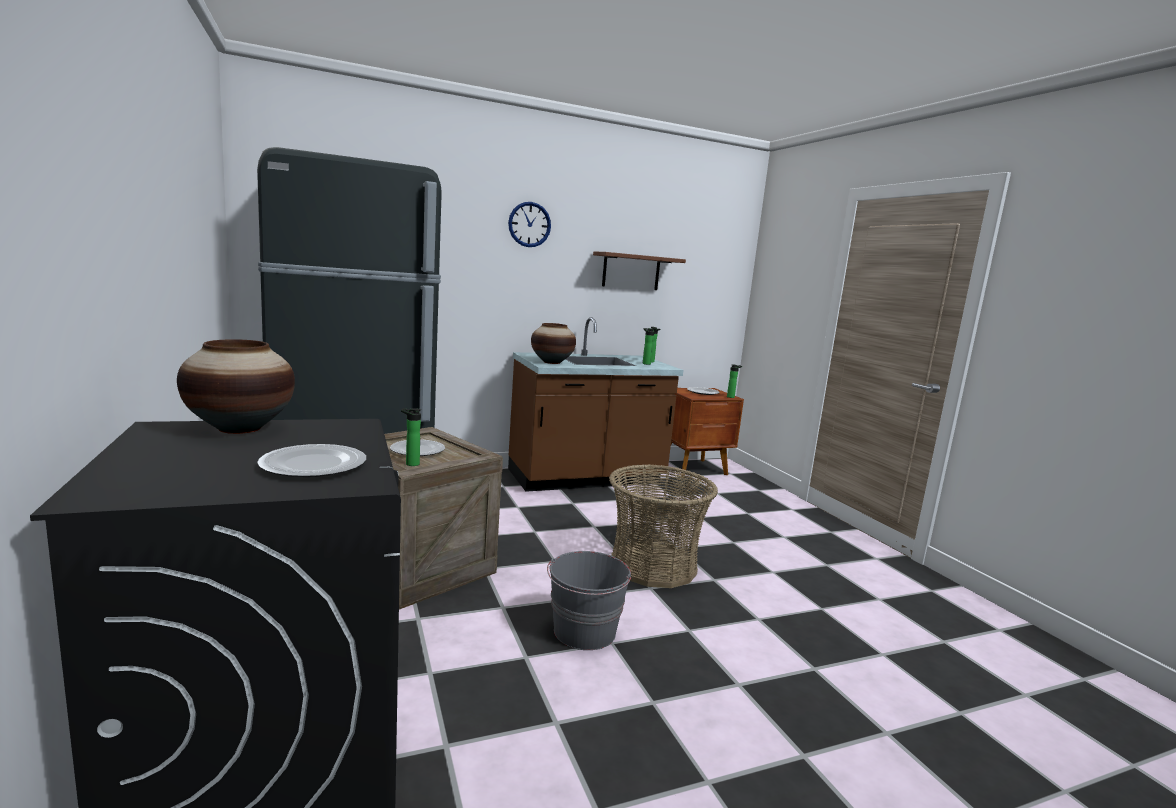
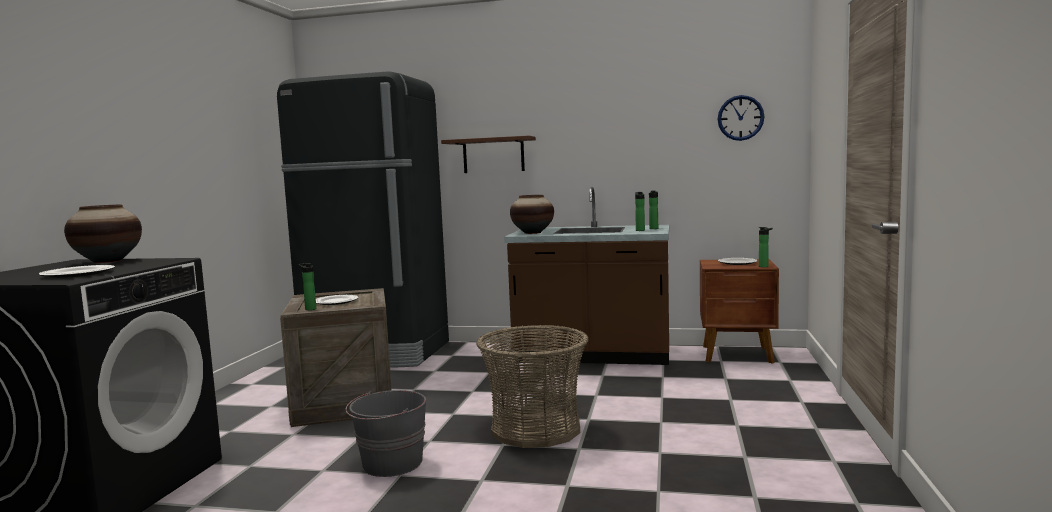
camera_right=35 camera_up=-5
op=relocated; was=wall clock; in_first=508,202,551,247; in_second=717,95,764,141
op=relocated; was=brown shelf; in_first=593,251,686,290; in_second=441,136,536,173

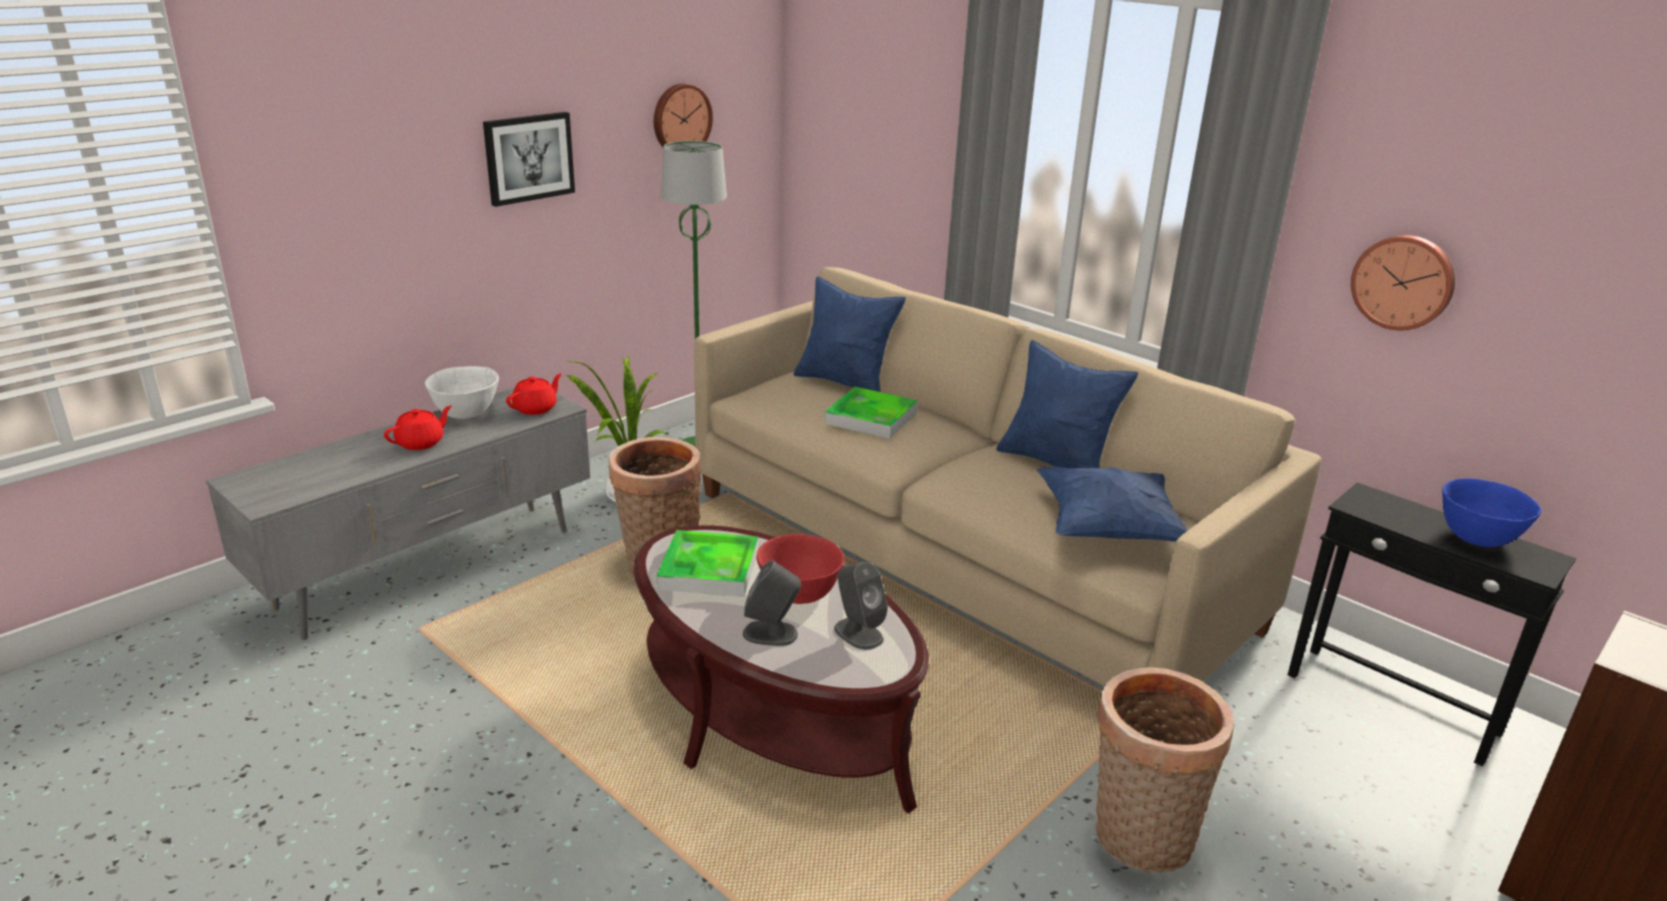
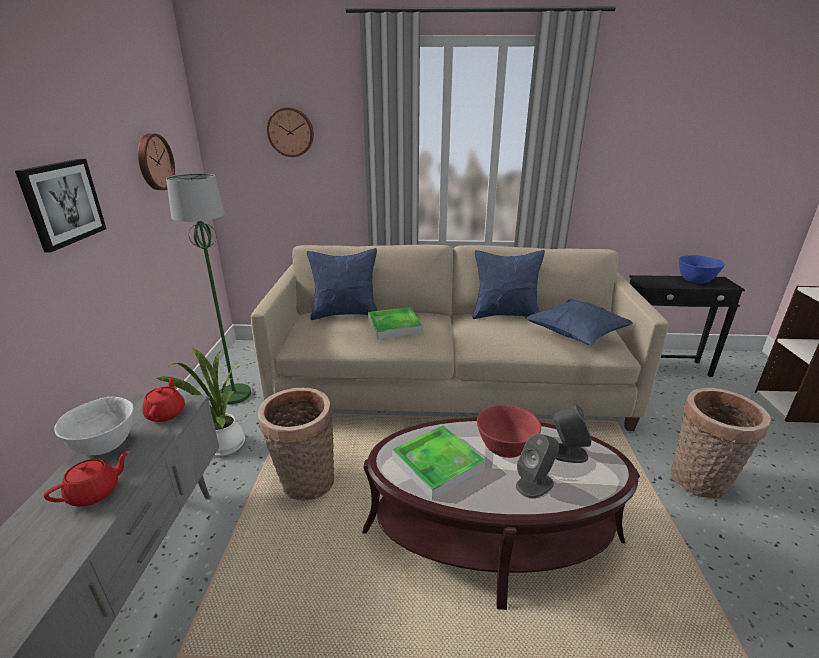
camera_right=-40 camera_up=0
op=relocated; was=wall clock; in_first=1351,235,1455,331; in_second=267,107,314,157
op=spun; was=red teapot; in_first=384,405,452,450; in_second=44,451,130,506; clockwise=45

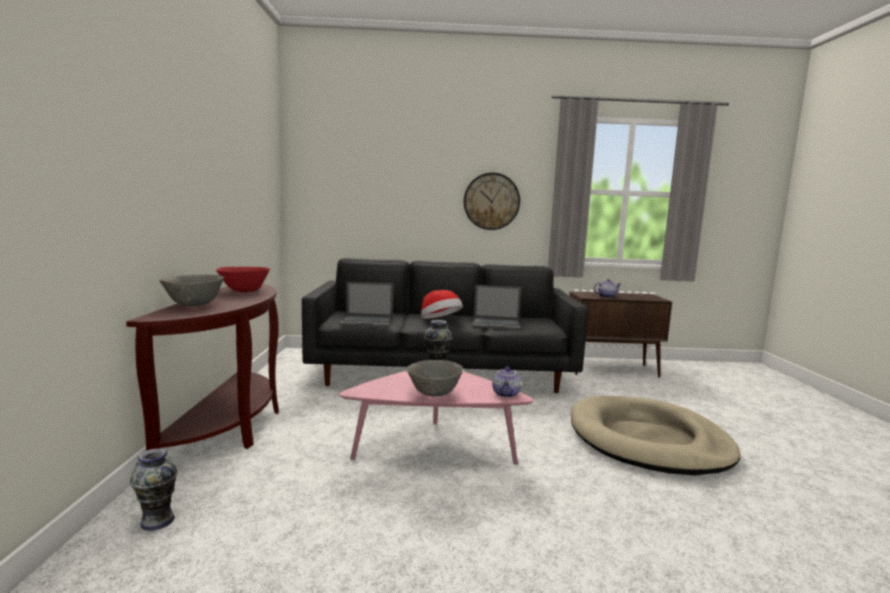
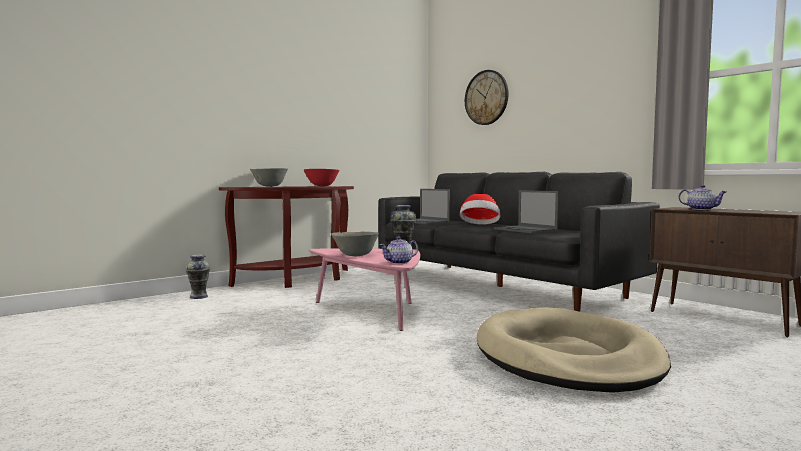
camera_right=50 camera_up=-5
op=relocated; was=wall clock; in_first=464,172,520,230; in_second=465,70,509,125

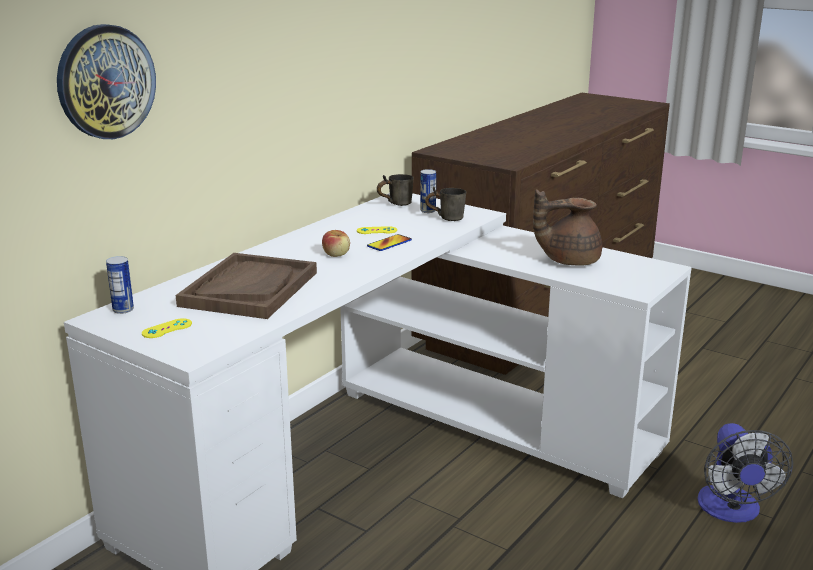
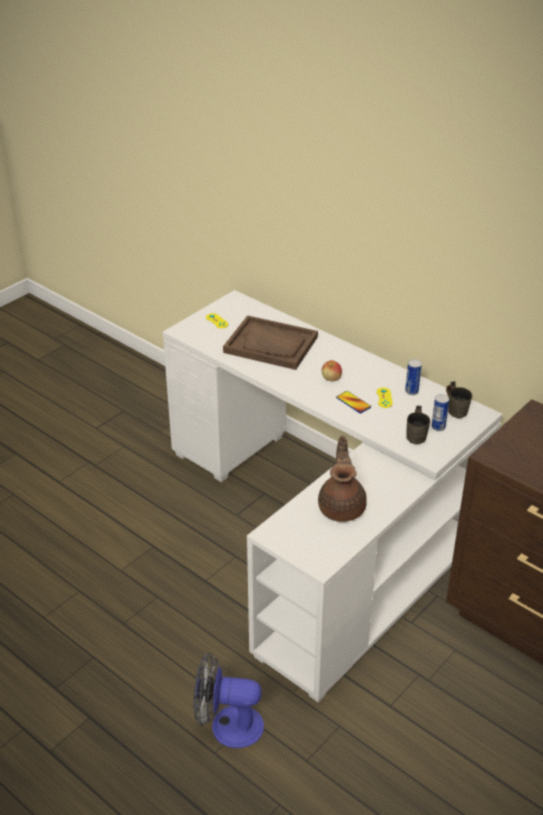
camera_right=95 camera_up=15
op=missing; was=wall clock; in_first=57,24,156,139
op=relocated; was=can; in_first=106,256,134,314; in_second=405,359,422,395

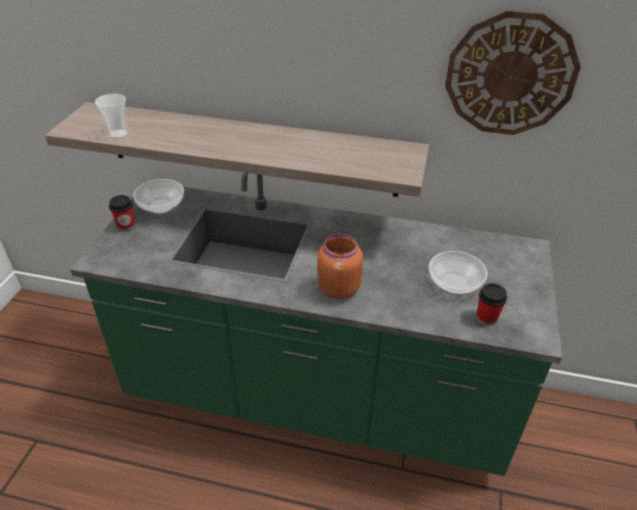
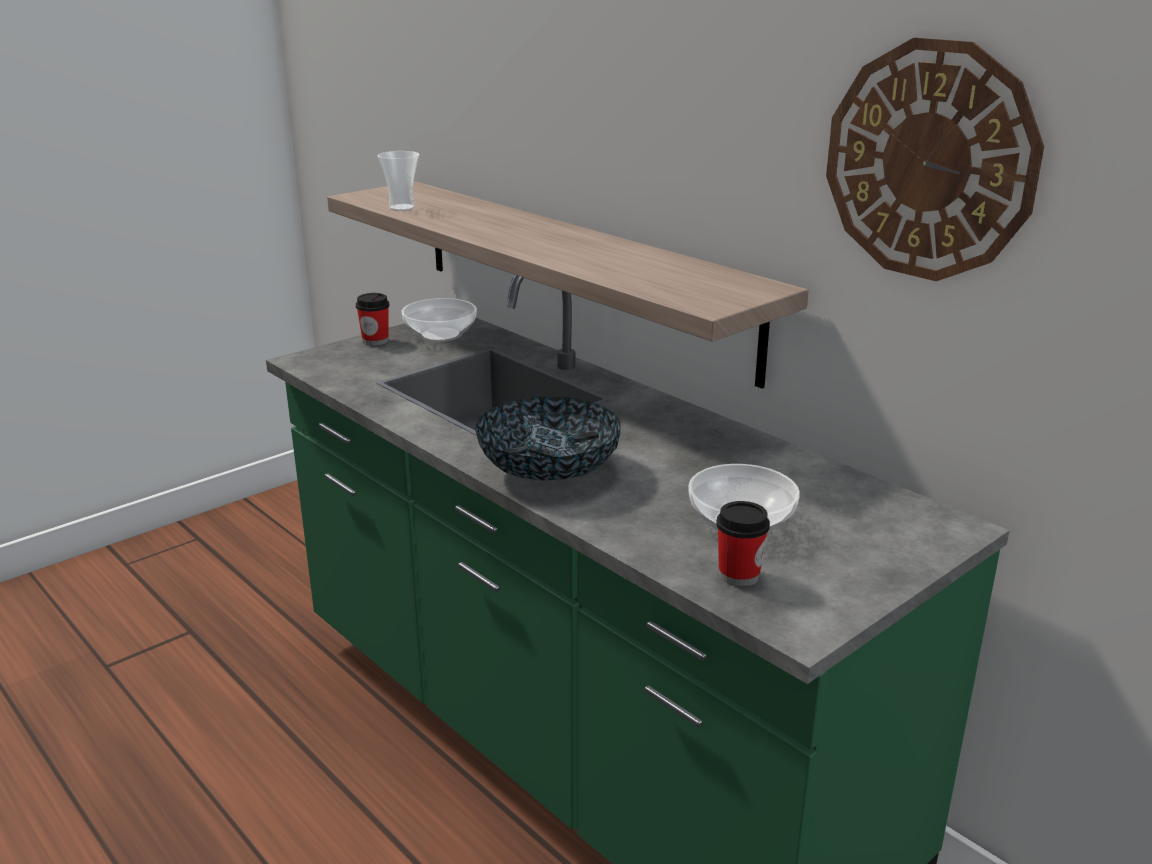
camera_right=35 camera_up=-15
op=exchanged; was=orange jar; now=bowl; in_first=317,234,363,299; in_second=475,397,621,481

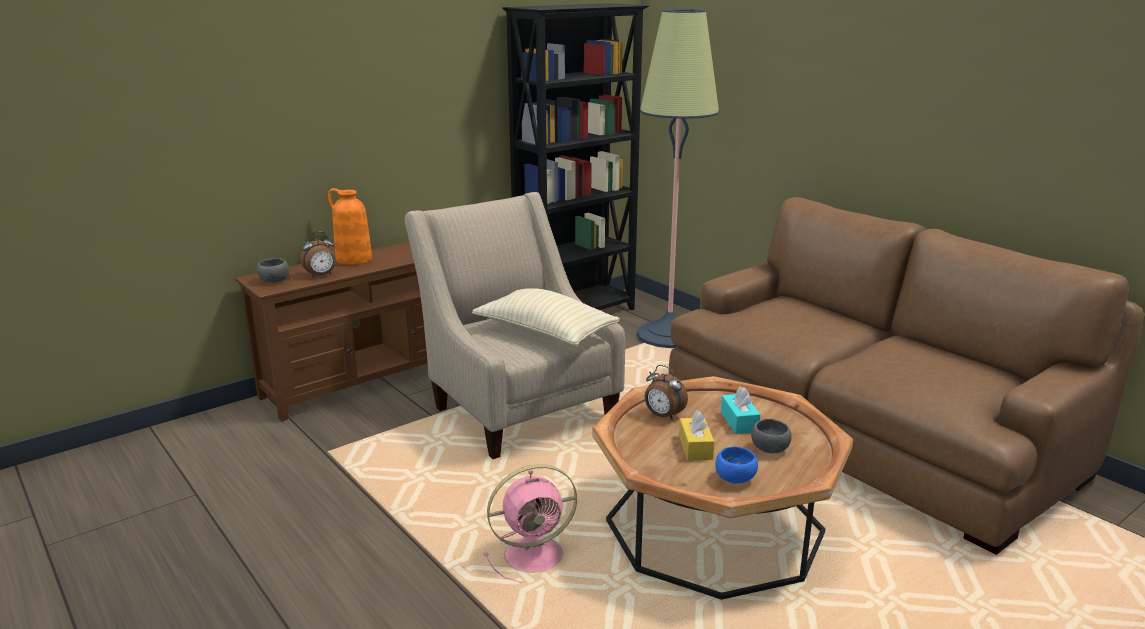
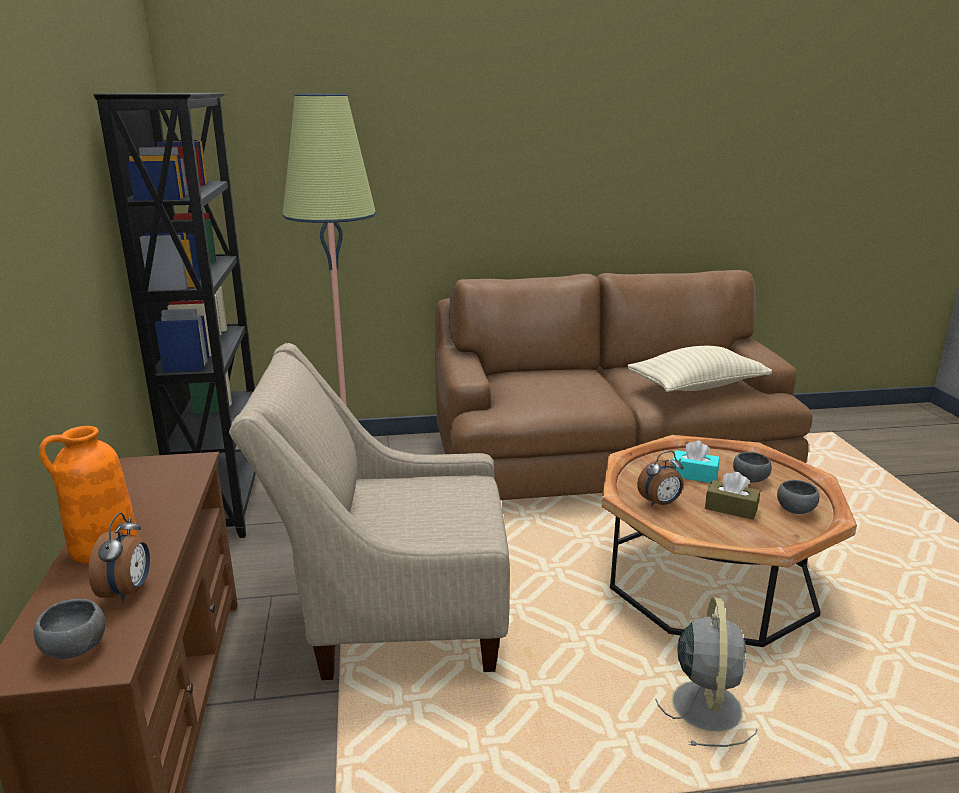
camera_right=-60 camera_up=0
op=relocated; was=beige pillow; in_first=472,288,620,346; in_second=627,346,772,392
op=colour; was=pink fan; now=grey fan; in_first=483,464,577,582; in_second=656,597,758,747
op=colour; was=yellow tissue box; now=brown tissue box; in_first=679,410,714,461; in_second=705,472,760,520
op=colour; was=blue bowl; now=grey bowl; in_first=715,446,758,484; in_second=777,480,819,514

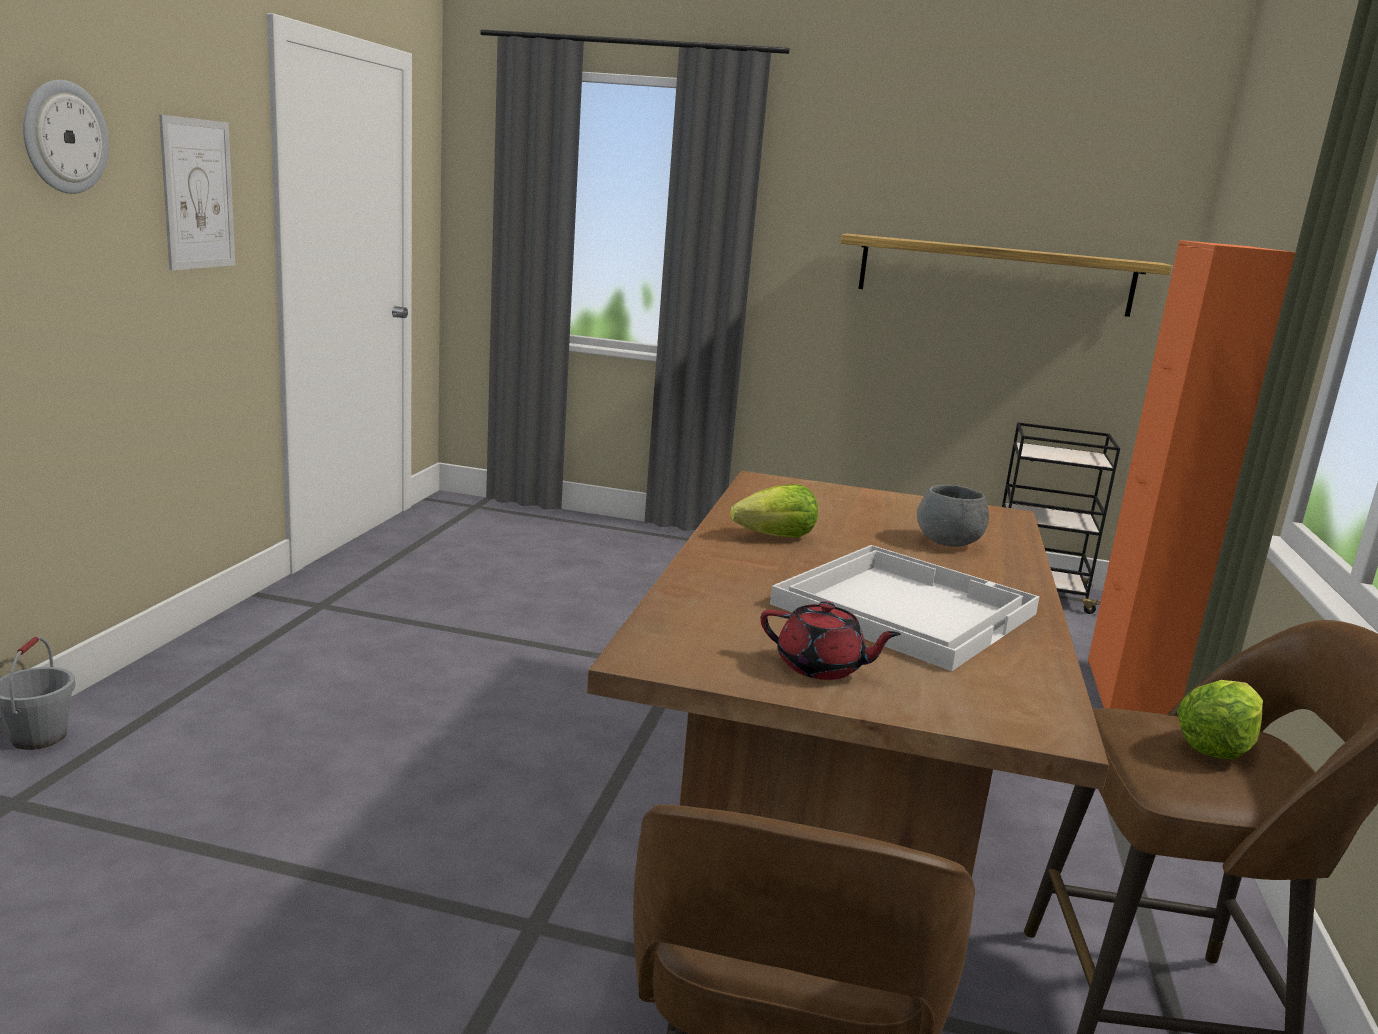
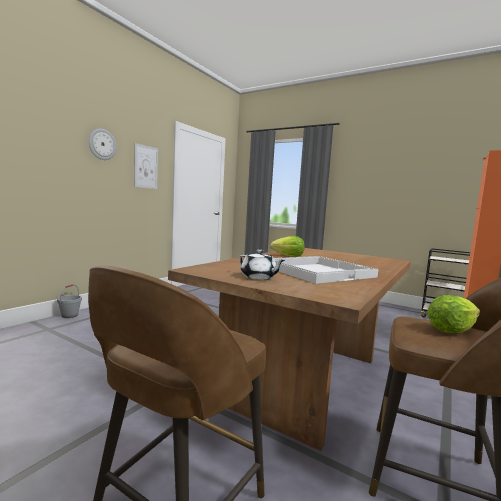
camera_right=20 camera_up=-10
op=missing; was=shelf; in_first=841,233,1172,317
op=missing; was=grey bowl; in_first=917,485,989,547
op=colour; was=red teapot; now=white teapot; in_first=761,601,901,680; in_second=239,249,285,280

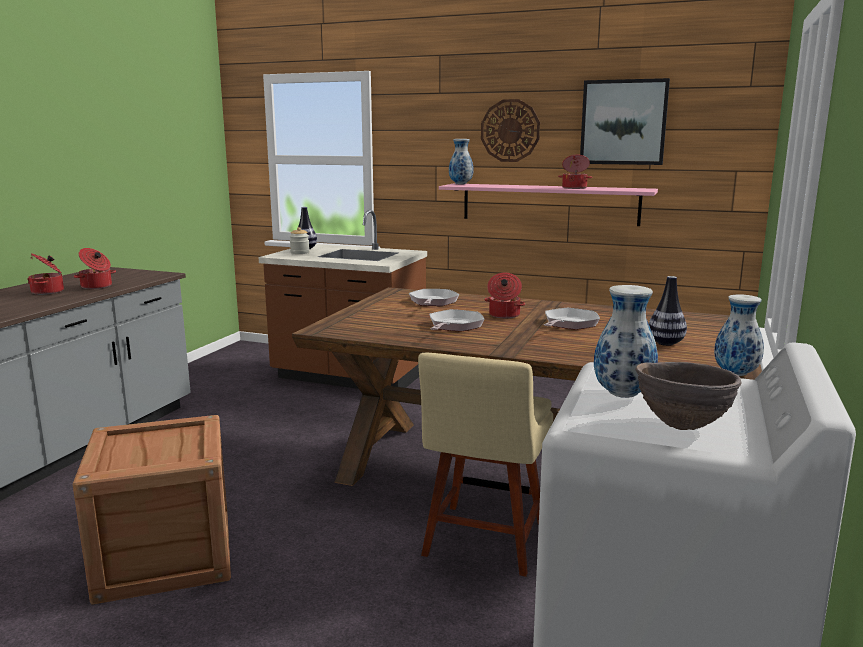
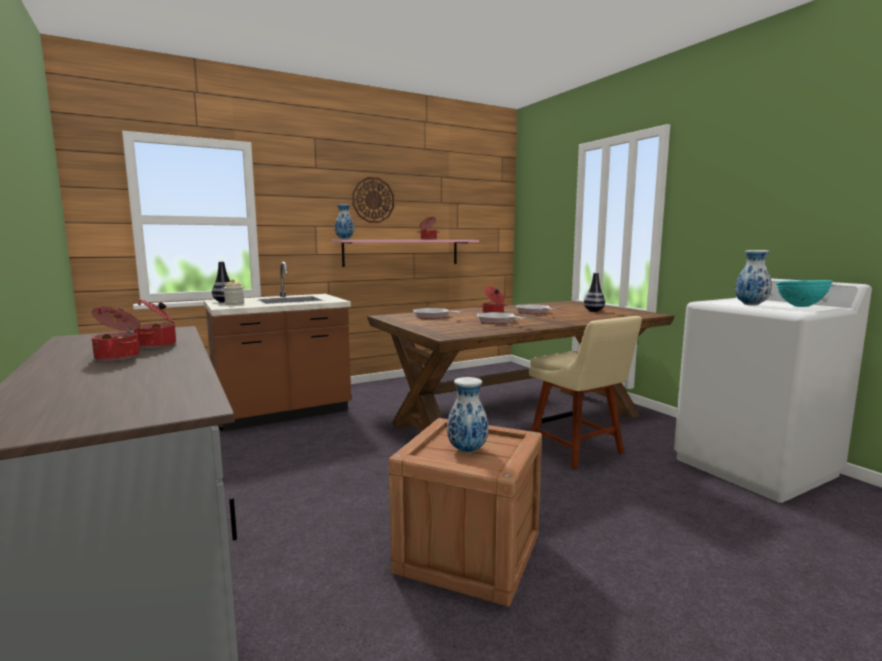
camera_right=-50 camera_up=-5
op=missing; was=picture; in_first=580,78,670,165
op=relocated; was=vase; in_first=714,295,764,376; in_second=447,377,489,453
op=colour; was=brown bowl; now=turquoise bowl; in_first=635,362,742,430; in_second=776,280,833,307

